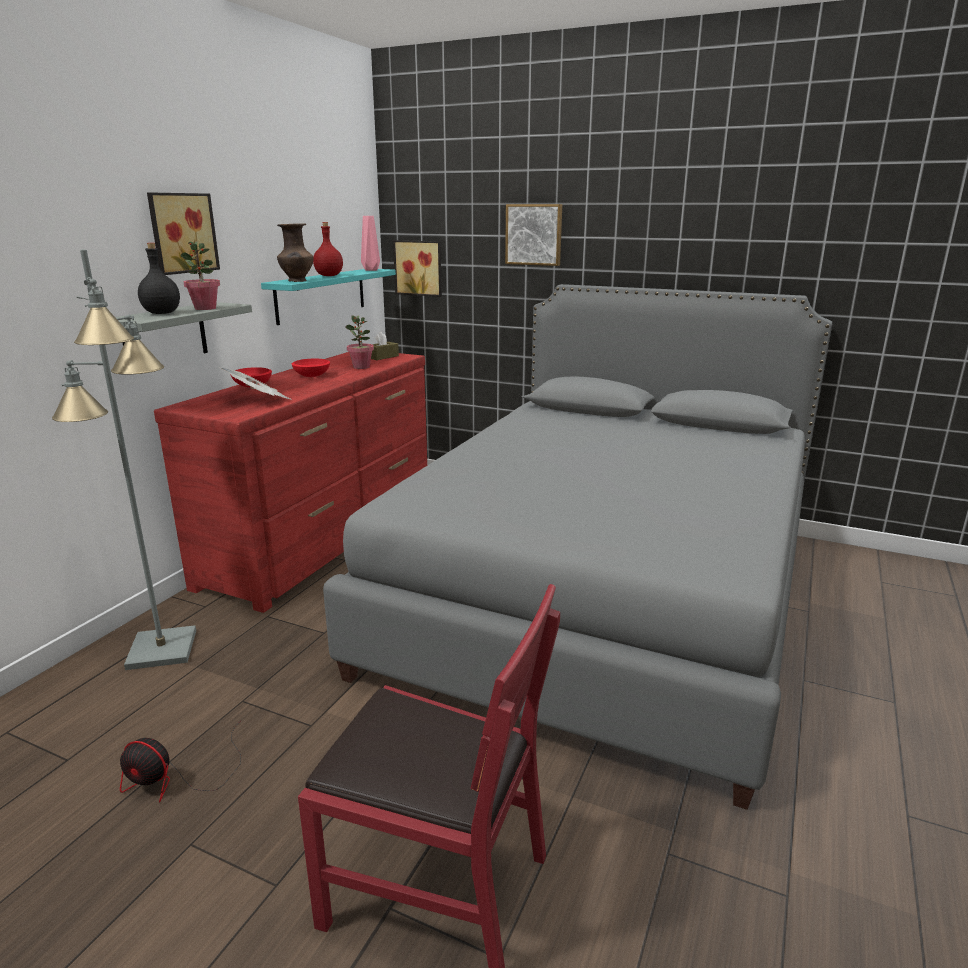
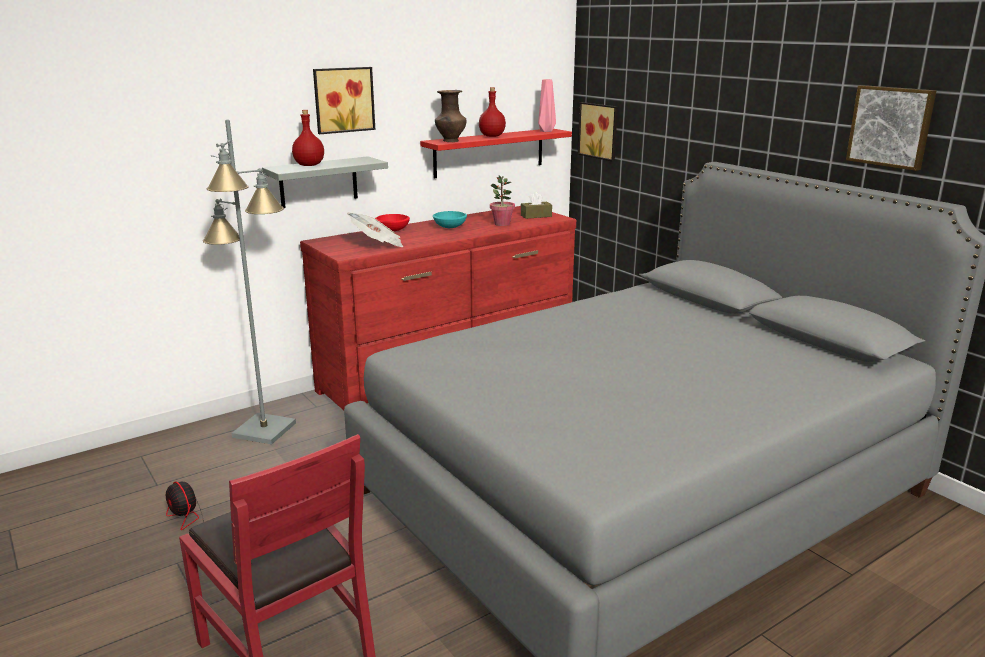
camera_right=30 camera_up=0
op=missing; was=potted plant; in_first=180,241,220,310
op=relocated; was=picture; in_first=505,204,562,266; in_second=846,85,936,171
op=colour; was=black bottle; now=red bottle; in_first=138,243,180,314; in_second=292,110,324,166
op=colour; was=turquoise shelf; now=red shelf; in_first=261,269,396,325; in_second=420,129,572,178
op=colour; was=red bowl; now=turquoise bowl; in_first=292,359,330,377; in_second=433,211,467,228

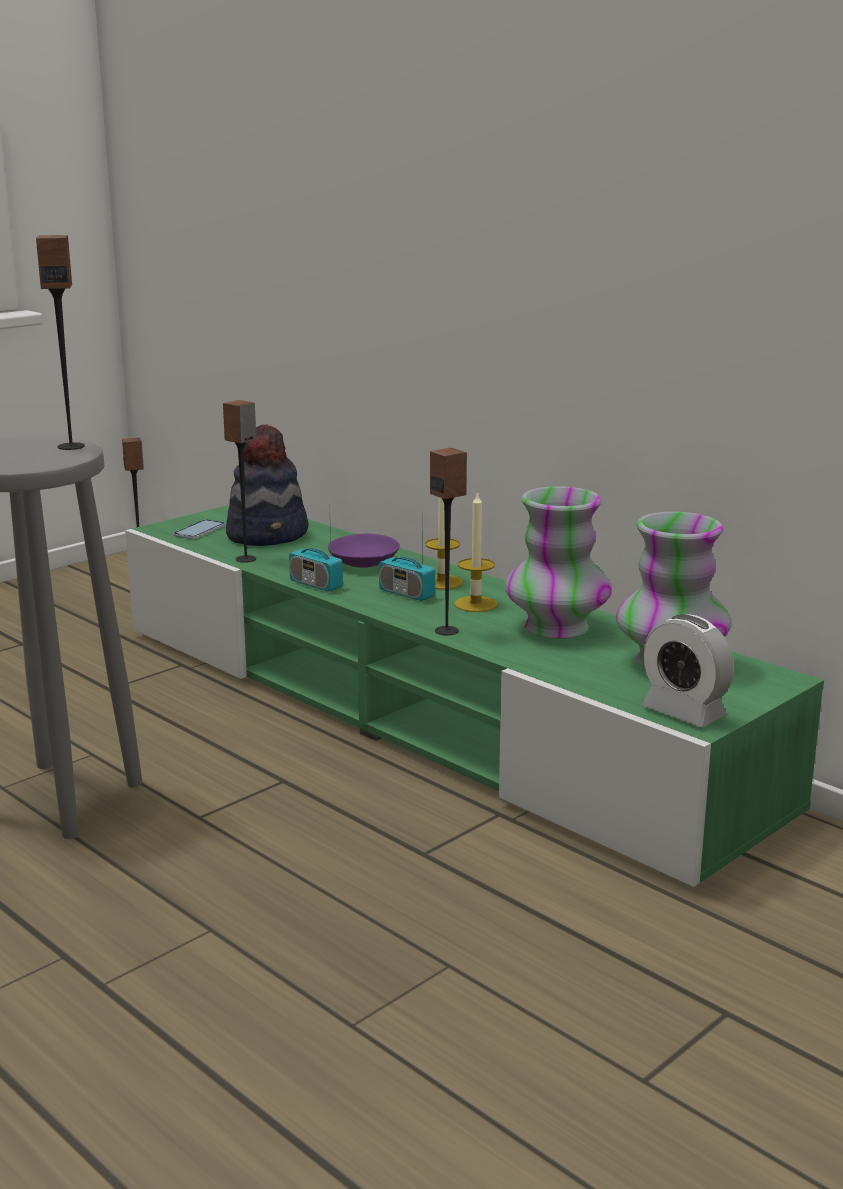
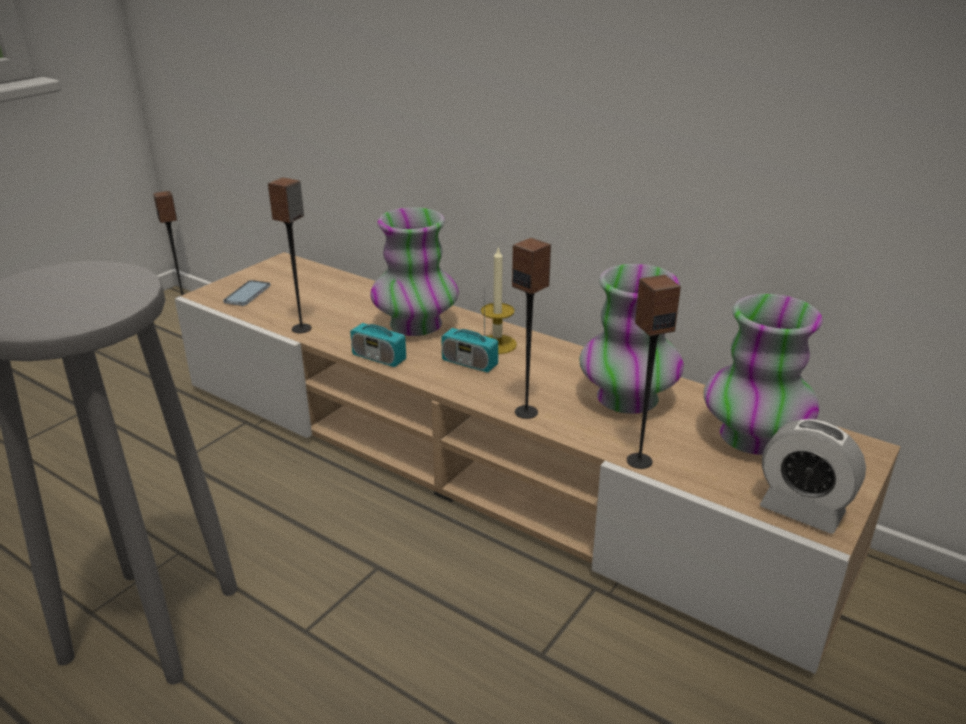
camera_right=-10 camera_up=10
op=missing; was=hat; in_first=226,424,309,546
op=missing; was=candle; in_first=454,491,497,612
op=relocated; was=speaker; in_first=36,235,85,450; in_second=627,275,681,469
op=exchanged; was=purple bowl; now=vase; in_first=328,534,400,568; in_second=370,208,459,336
op=colour; was=green tv stand; now=beige tv stand; in_first=125,505,824,887; in_second=175,252,901,674

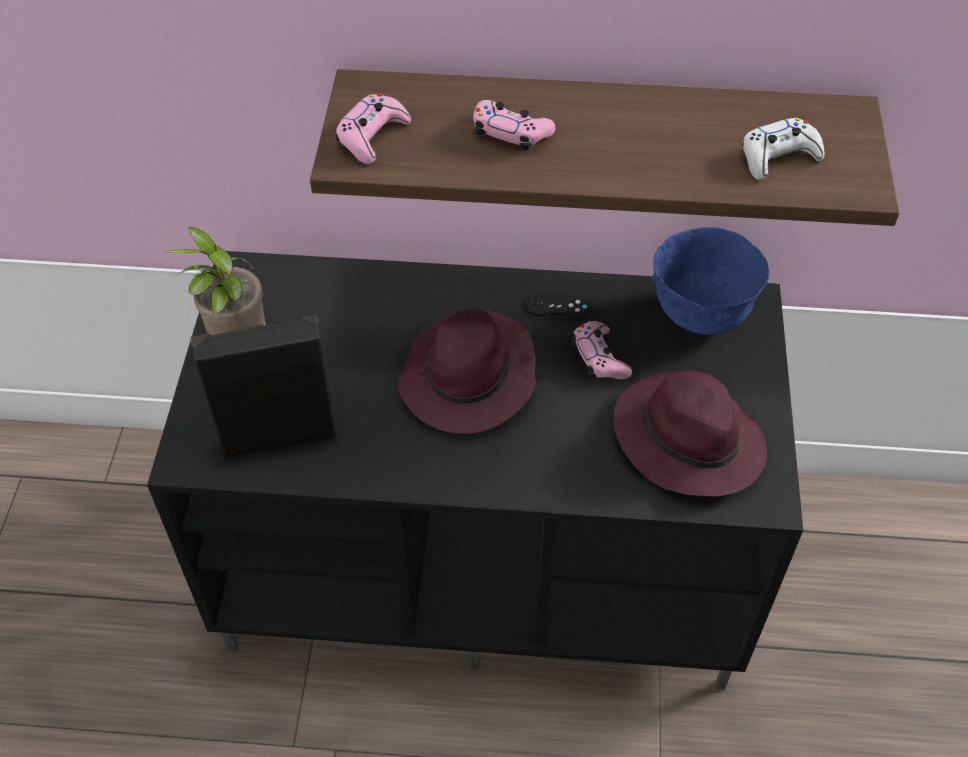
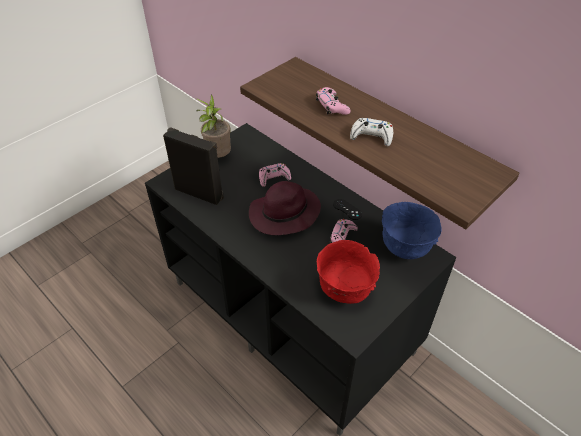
camera_right=40 camera_up=-5
op=relocated; was=pink game controller; in_first=335,93,411,164; in_second=259,163,291,187
op=relocated; was=white game controller; in_first=742,118,825,180; in_second=350,118,393,146
op=exchanged; was=purple hat; now=red bowl; in_first=613,371,767,496; in_second=317,240,380,304

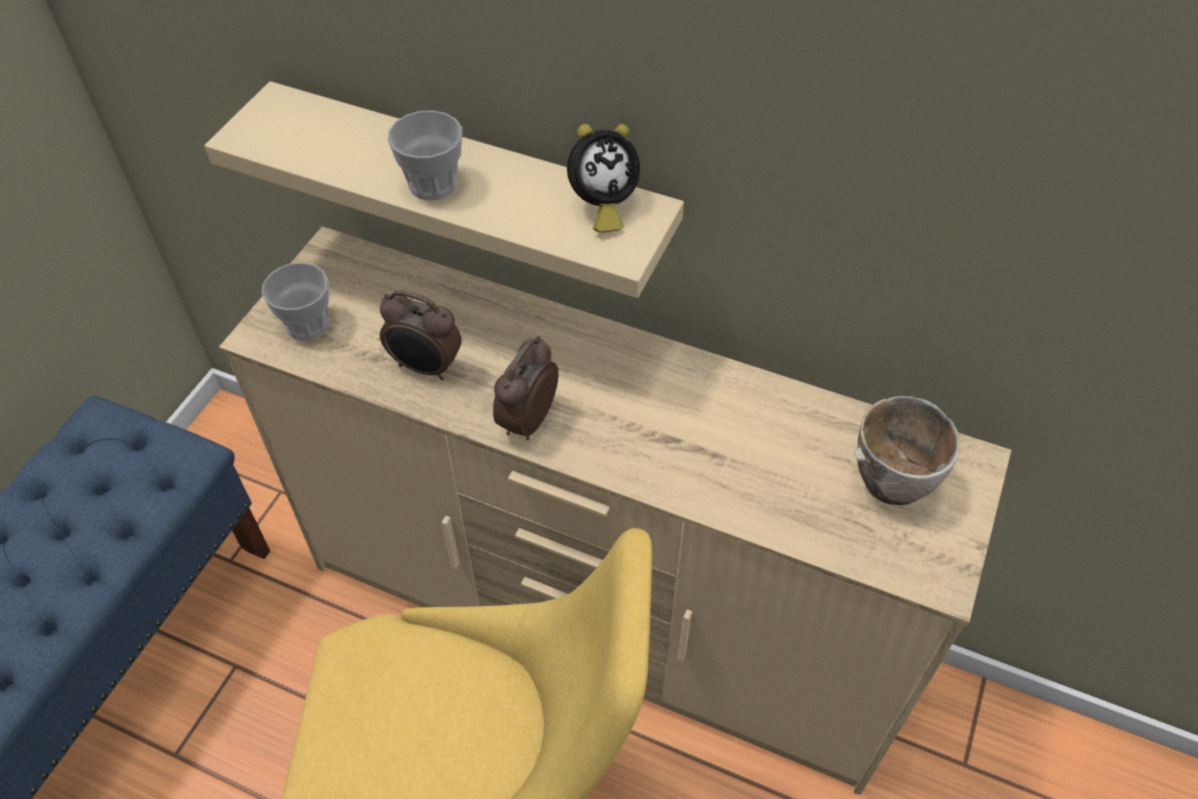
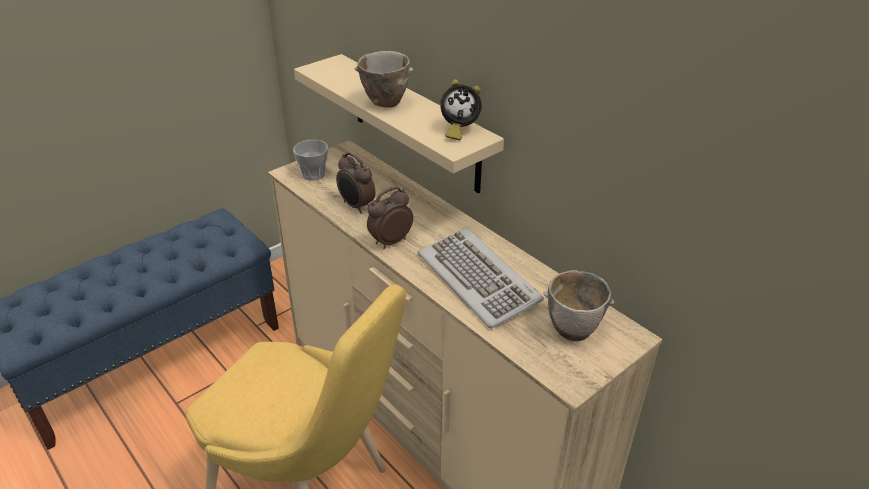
camera_right=25 camera_up=-15
op=appeared; now=keyboard; in_second=418,228,544,329
op=exchanged; was=cup; now=bowl; in_first=388,110,462,200; in_second=355,51,413,108

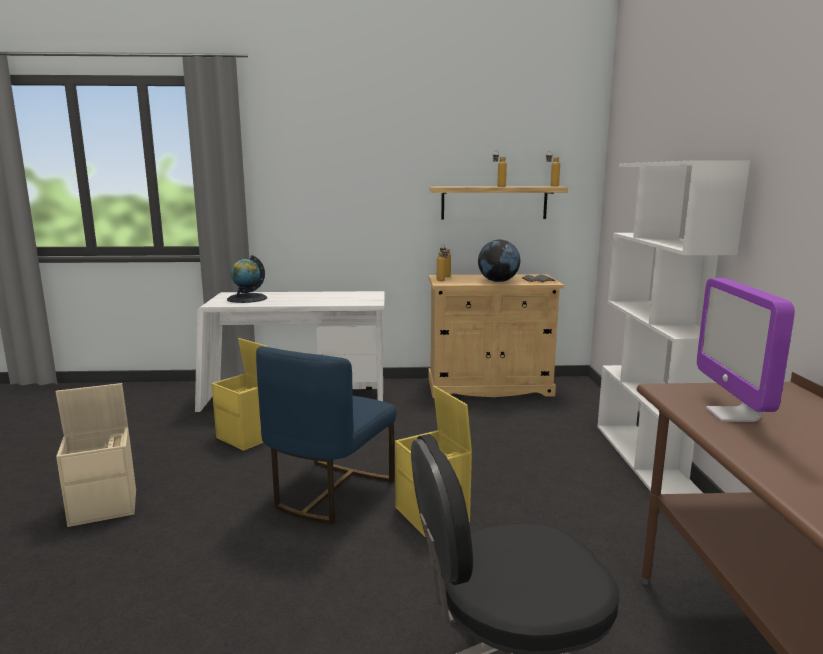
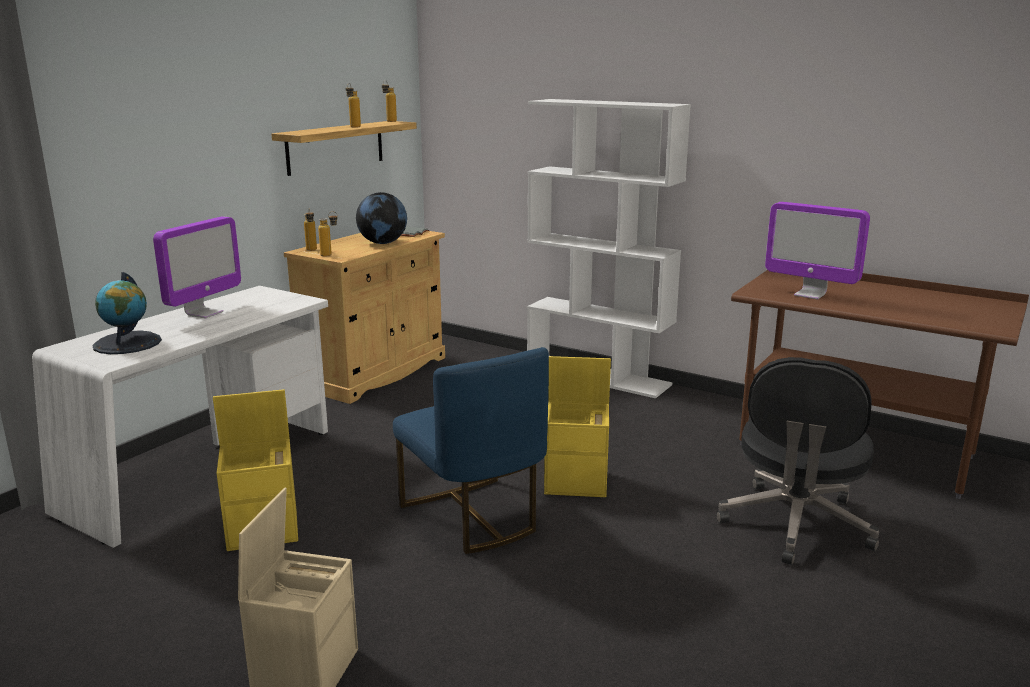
camera_right=-55 camera_up=5
op=appeared; now=monitor; in_second=153,216,241,318

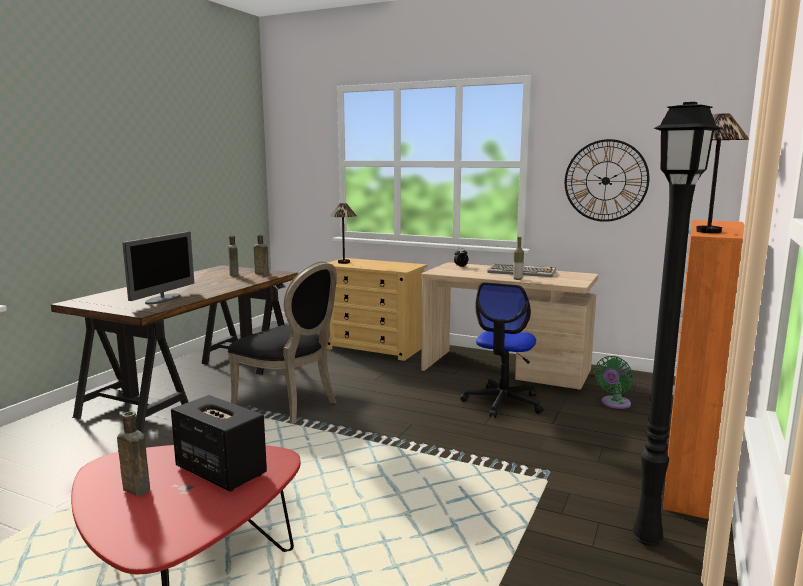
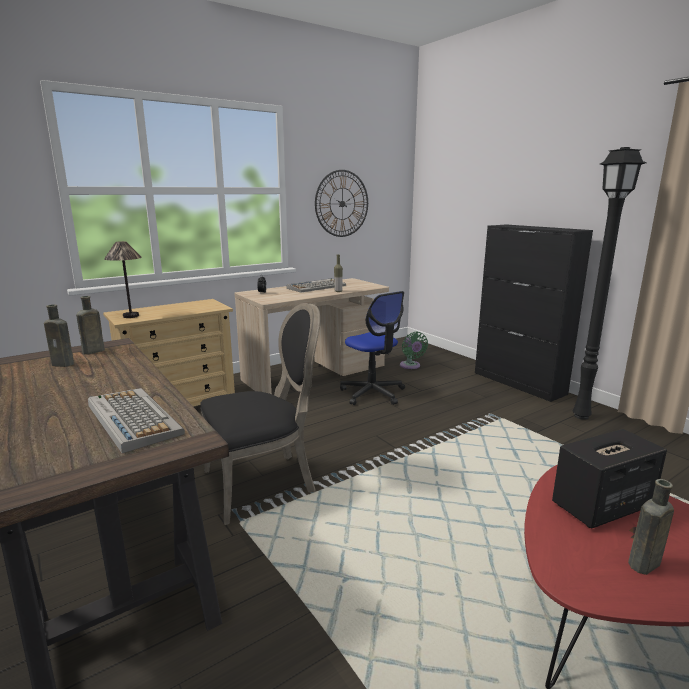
camera_right=-60 camera_up=5
op=missing; was=table lamp; in_first=696,114,749,233
op=exchanged; was=monitor; now=keyboard; in_first=122,232,194,305; in_second=88,388,185,453
op=colour; was=orange cabinet; now=black cabinet; in_first=663,220,745,519; in_second=475,225,593,402

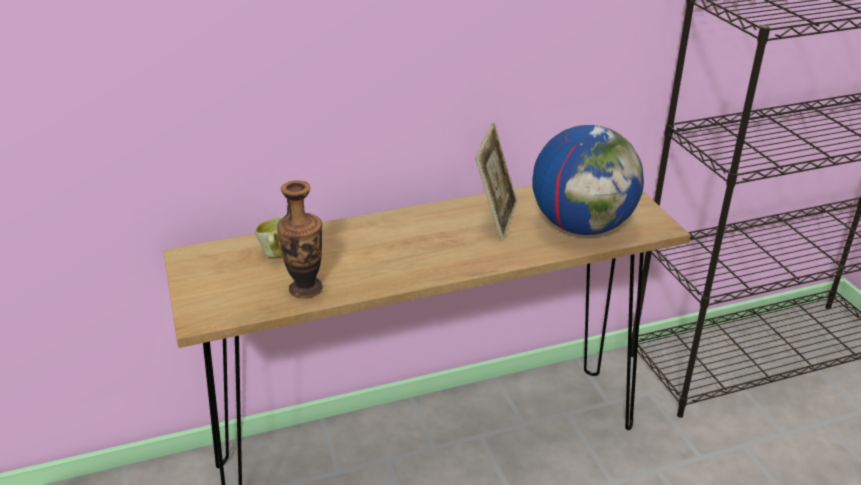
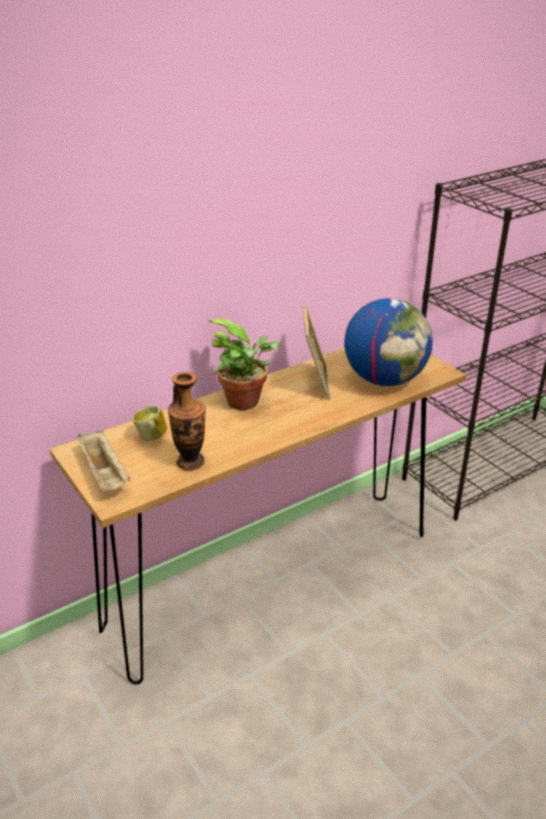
camera_right=-15 camera_up=0
op=appeared; now=beige tray; in_second=77,430,130,491
op=appeared; now=potted plant; in_second=207,318,281,410

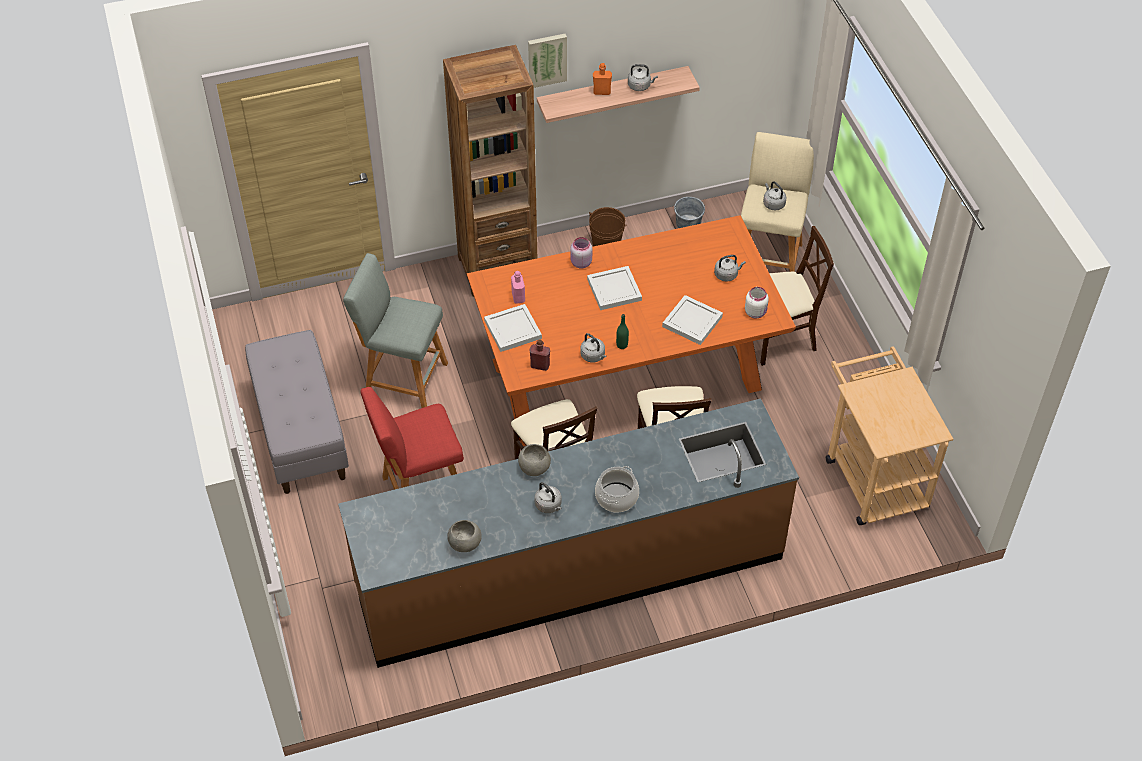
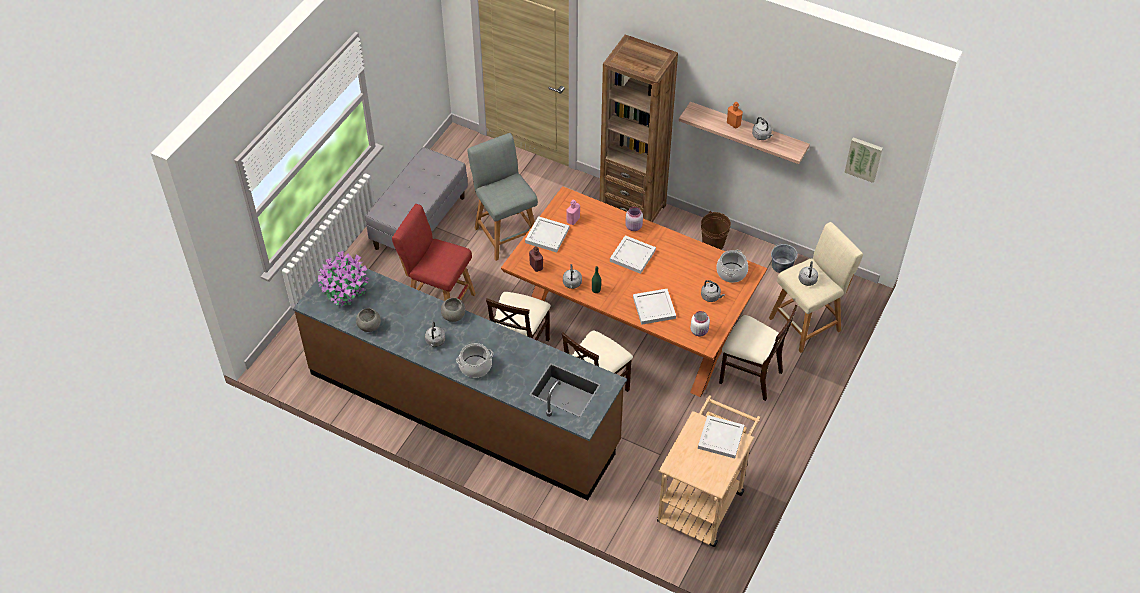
camera_right=45 camera_up=0
op=appeared; now=potted plant; in_second=318,251,369,306
op=appeared; now=white tray; in_second=698,415,744,458
op=appeared; now=cooking pot; in_second=716,250,748,283
op=relocated; was=picture; in_first=528,34,567,88; in_second=844,137,883,183

